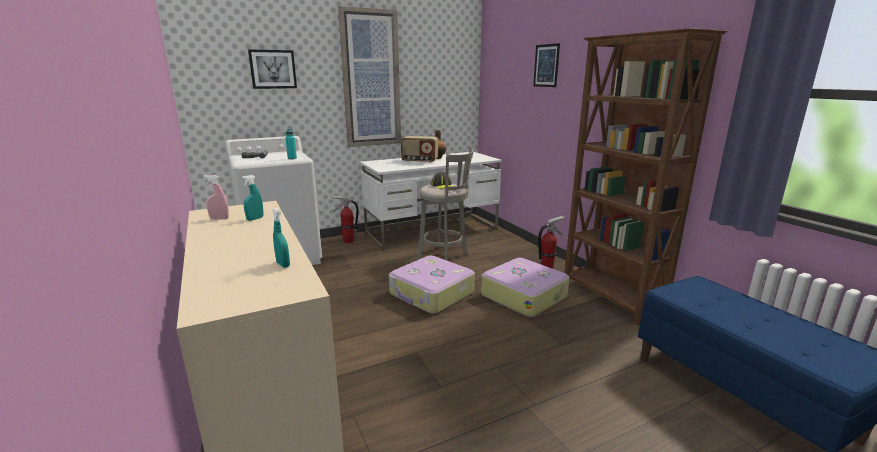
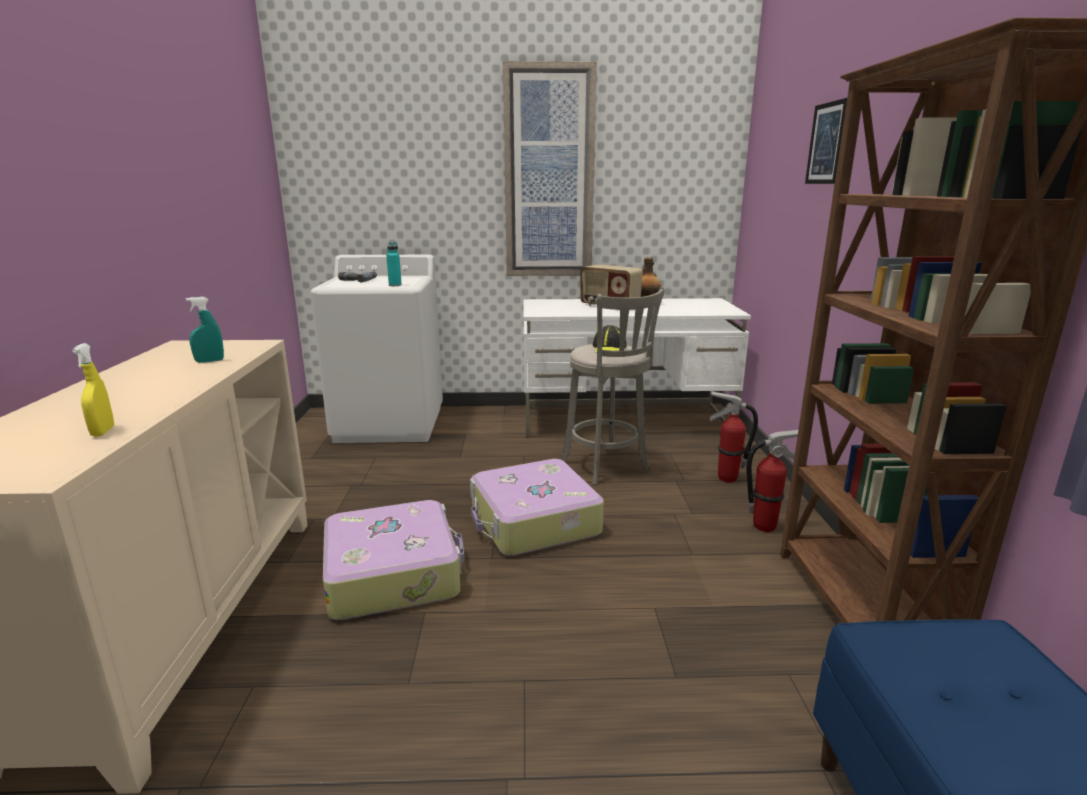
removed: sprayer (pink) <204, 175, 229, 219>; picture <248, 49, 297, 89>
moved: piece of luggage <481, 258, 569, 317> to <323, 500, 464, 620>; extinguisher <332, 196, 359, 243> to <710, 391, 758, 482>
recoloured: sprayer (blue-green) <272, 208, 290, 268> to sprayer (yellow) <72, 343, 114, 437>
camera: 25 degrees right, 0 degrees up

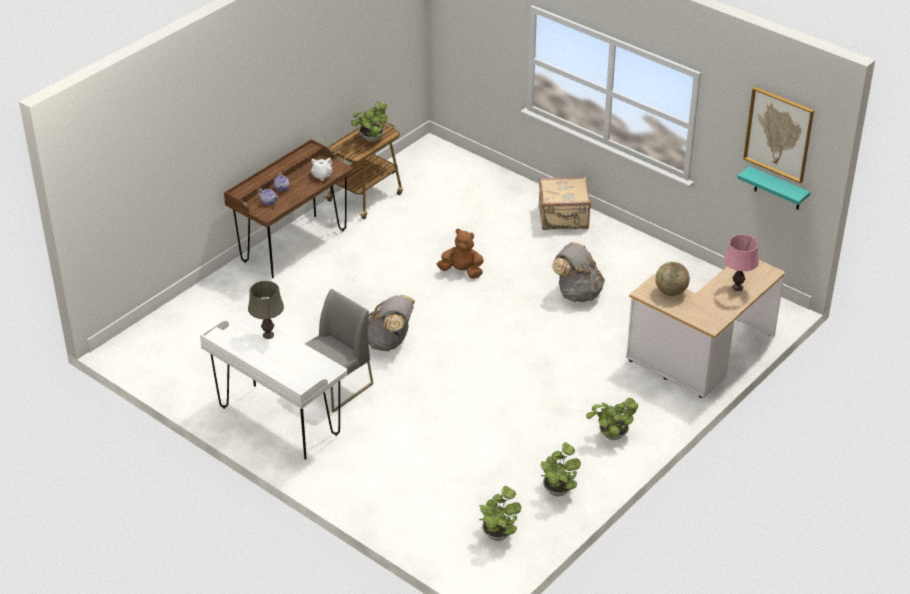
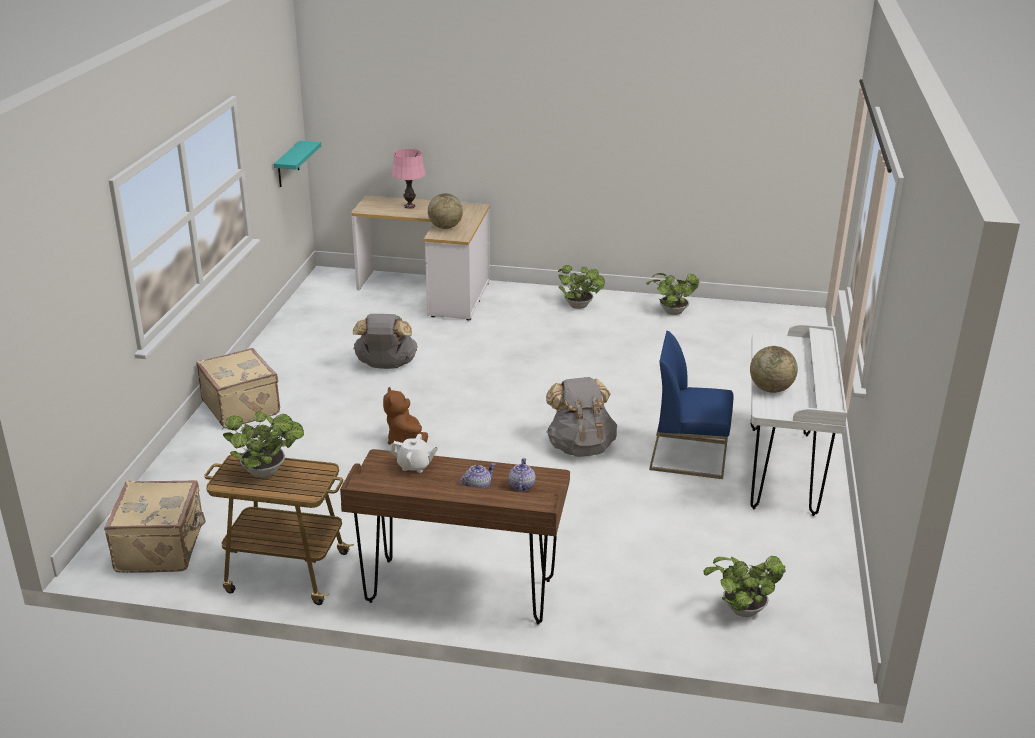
removed: picture <743, 87, 814, 183>
added: piece of luggage (sand-coloured) <104, 480, 206, 573>
moved: potted plant <479, 486, 521, 541> to <704, 556, 786, 617>
replaced: tabletop lamp (gray) <248, 281, 284, 339> to desk globe <750, 346, 798, 393>
recoloured: plain chair (gray) <305, 289, 373, 413> to plain chair (blue-coloured) <649, 331, 733, 479>
camera: 120 degrees left, 10 degrees down

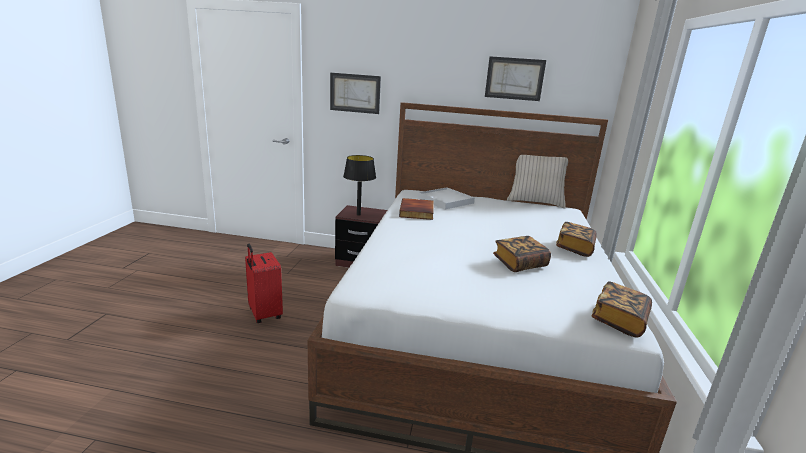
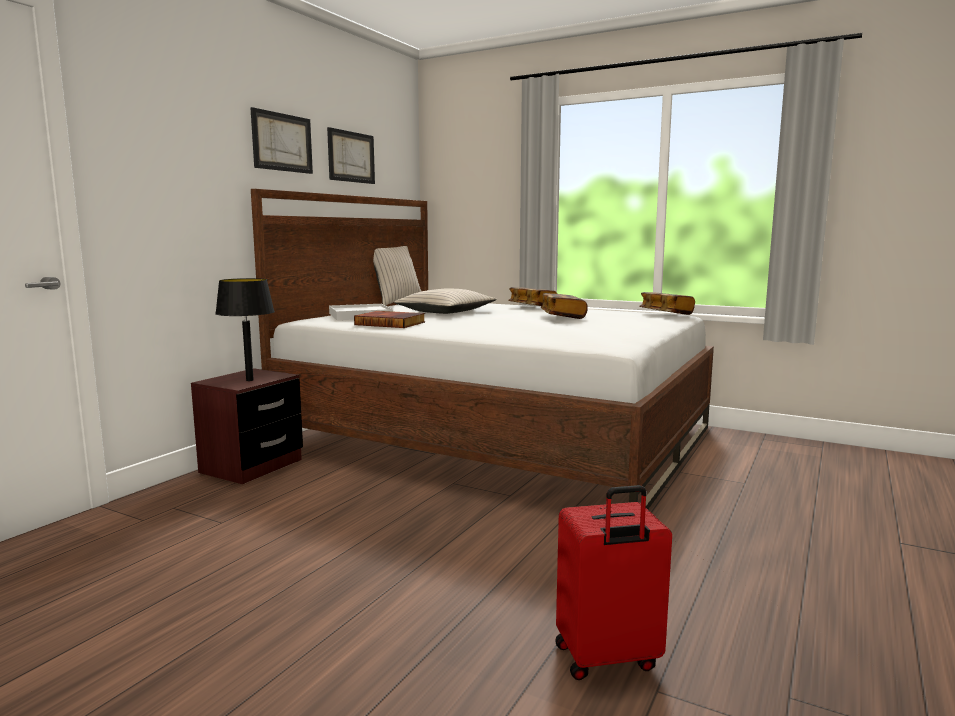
added: throw pillow (sand-coloured) <394, 288, 497, 314>
moved: picture <330, 73, 381, 114> to <250, 107, 313, 174>; piece of luggage (red-coloured) <245, 244, 283, 323> to <555, 485, 672, 680>
camera: 70 degrees left, 10 degrees down

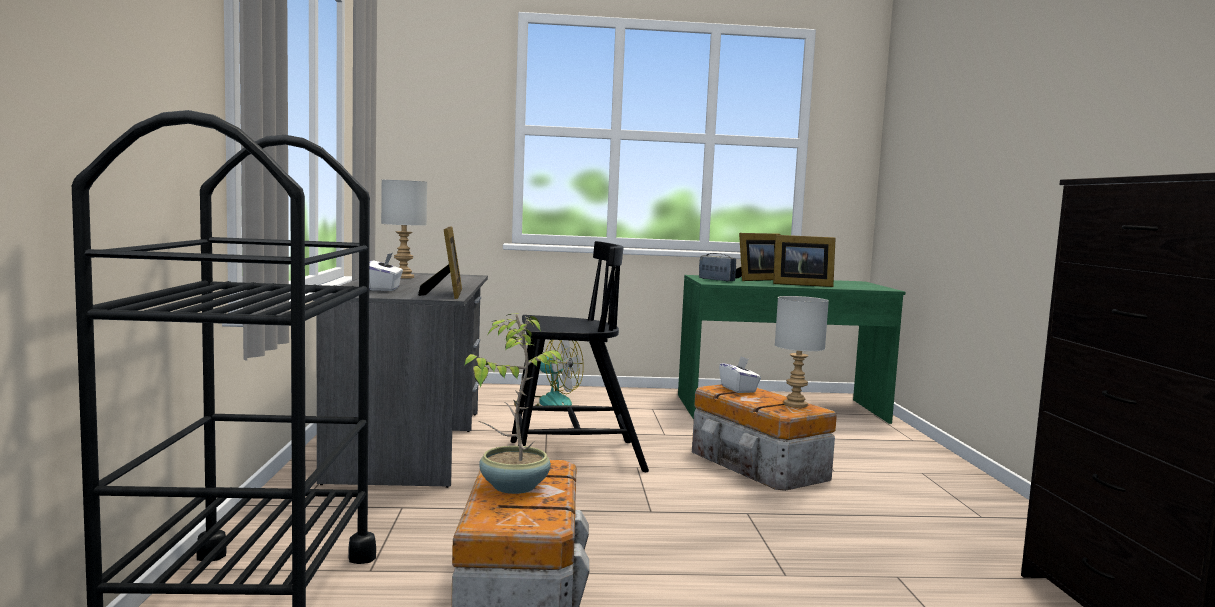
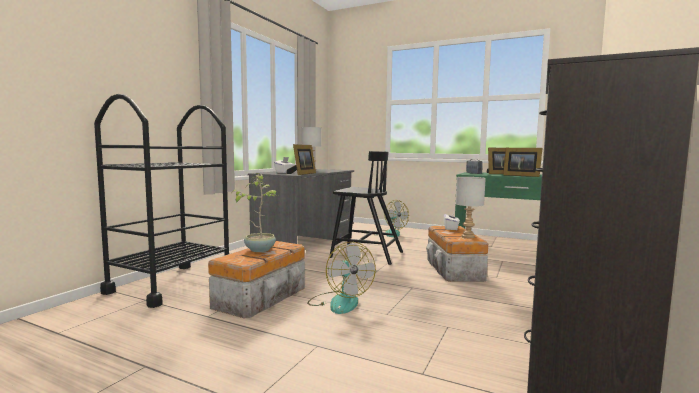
added: electric fan <307, 242, 376, 314>
camera: 30 degrees right, 0 degrees up

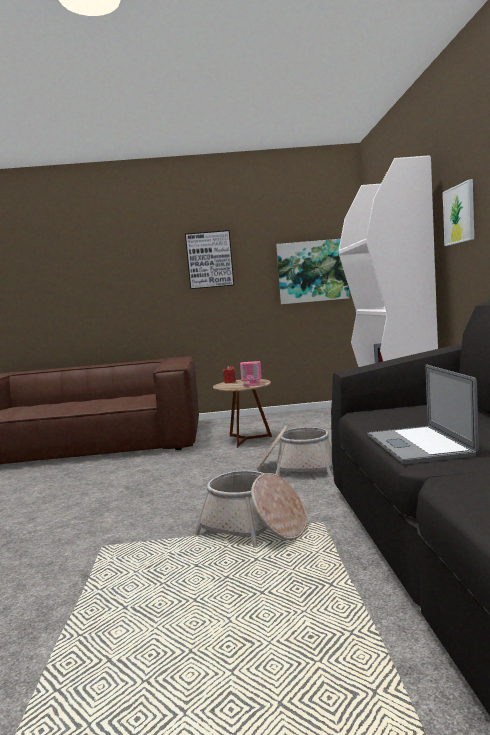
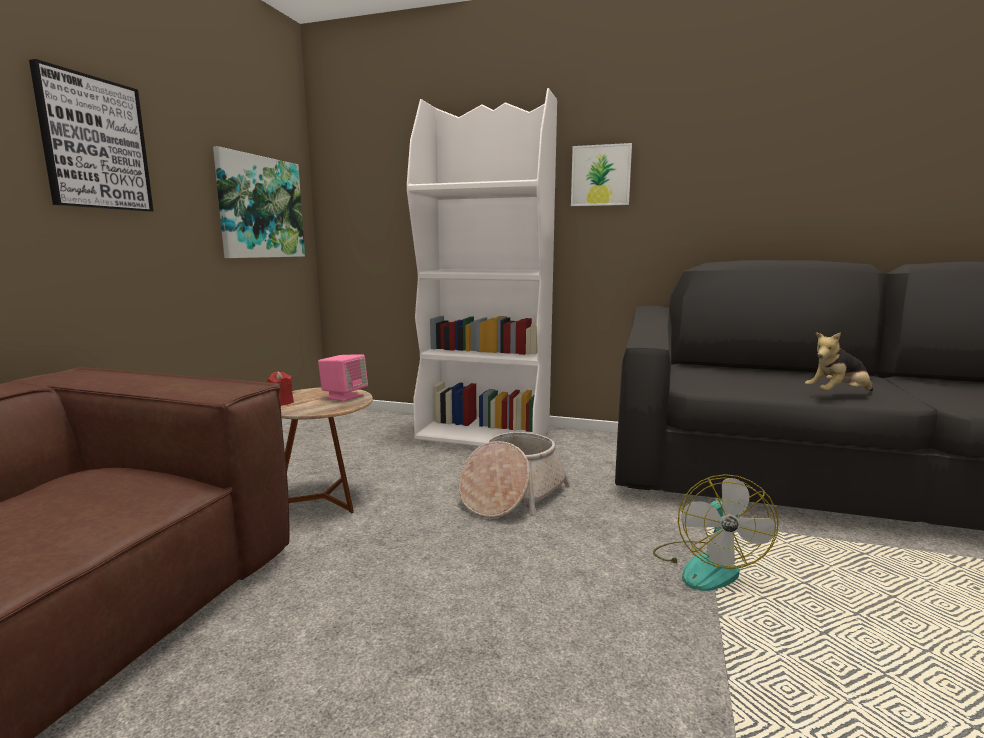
replaced: basket <195, 471, 307, 547> to electric fan <653, 474, 779, 591>; portable computer <367, 365, 479, 464> to plush toy <805, 332, 873, 391>
camera: 70 degrees left, 5 degrees up

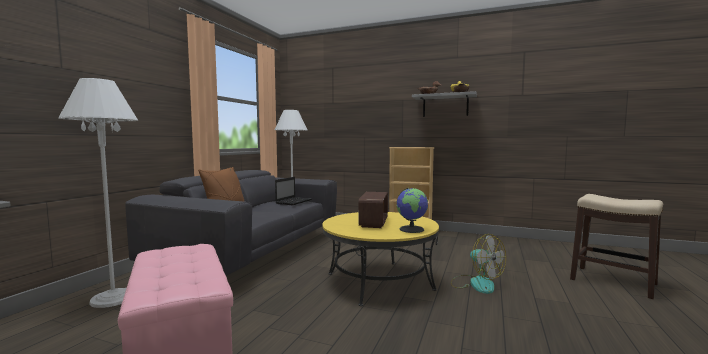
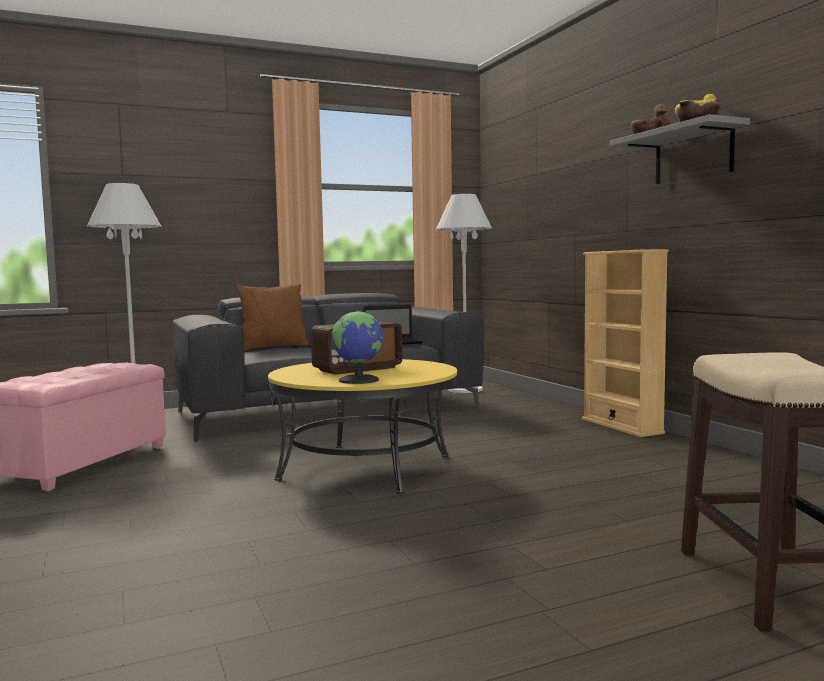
removed: electric fan <451, 234, 506, 294>
camera: 45 degrees right, 0 degrees up

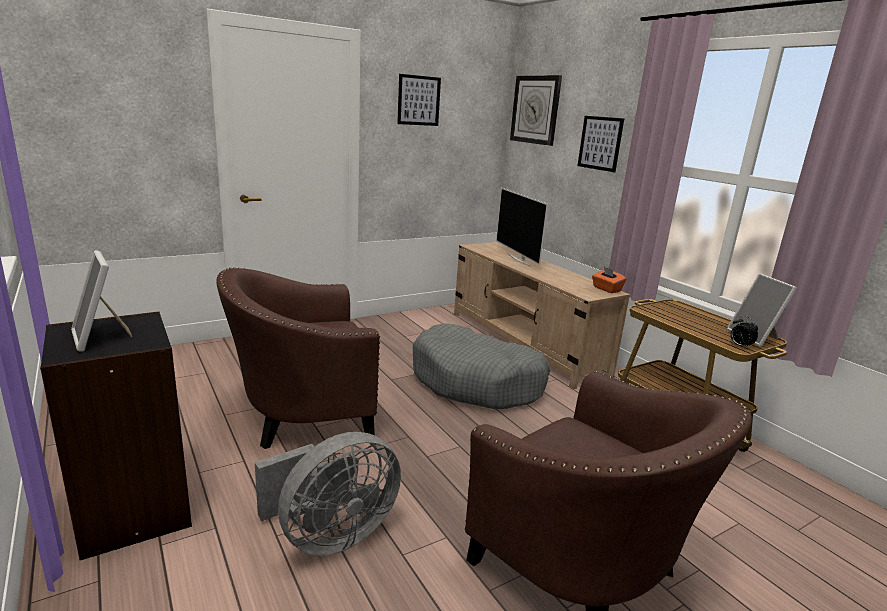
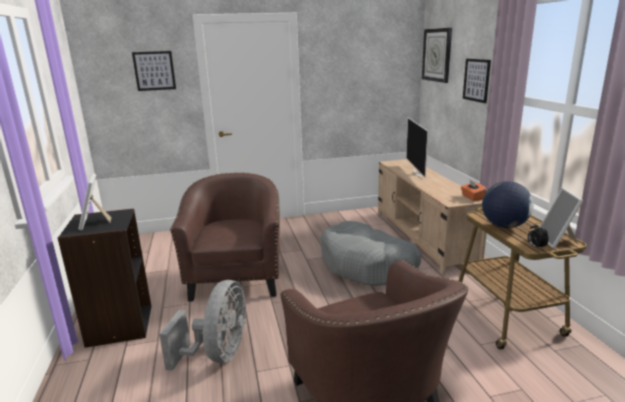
added: desk globe <482, 181, 533, 228>
moved: picture <397, 74, 441, 126> to <132, 51, 176, 91>
turned: electric fan (gray) <255, 432, 401, 556> = <159, 280, 246, 371> 60 degrees counterclockwise; easy chair (brown) <216, 267, 380, 449> = <170, 173, 280, 302> 90 degrees clockwise
camera: 20 degrees right, 0 degrees up

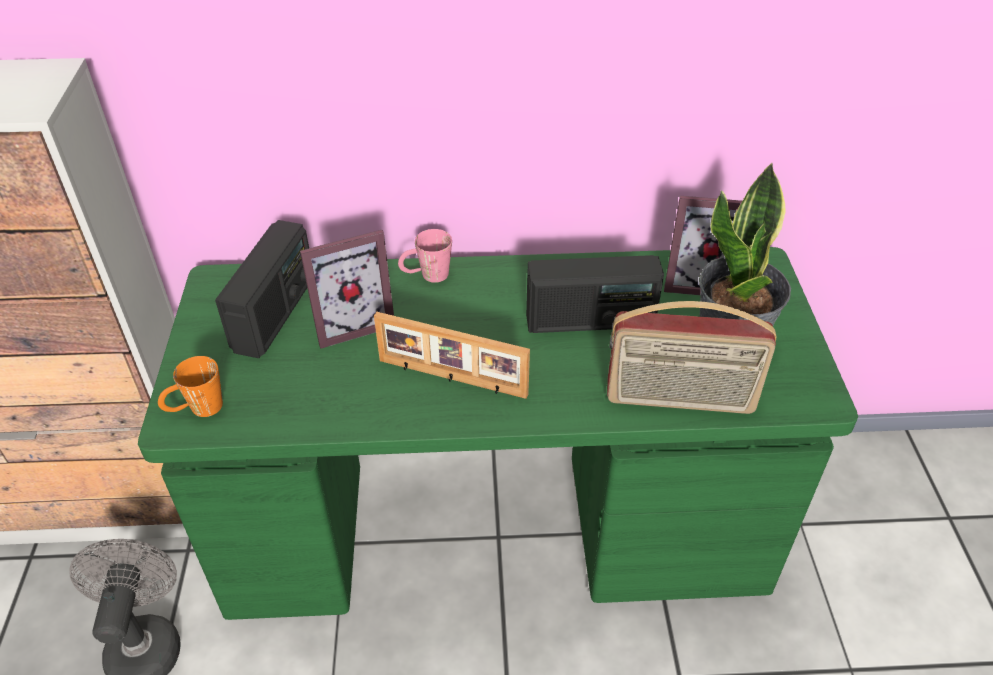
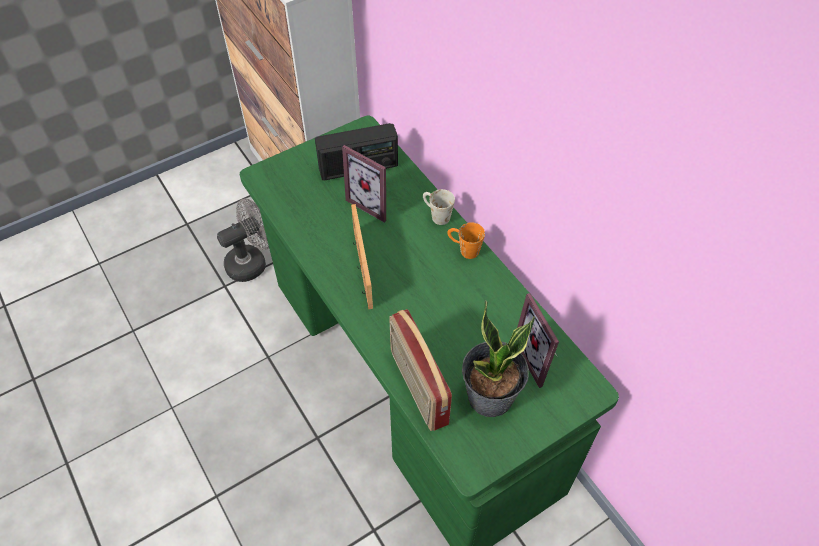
removed: radio receiver <526, 255, 664, 333>
moved: coffee mug (orangey) <158, 356, 223, 417> to <447, 222, 485, 259>
recoloured: coffee mug (pink) <398, 229, 452, 283> to coffee mug (white) <423, 189, 455, 225>
camera: 60 degrees right, 10 degrees up

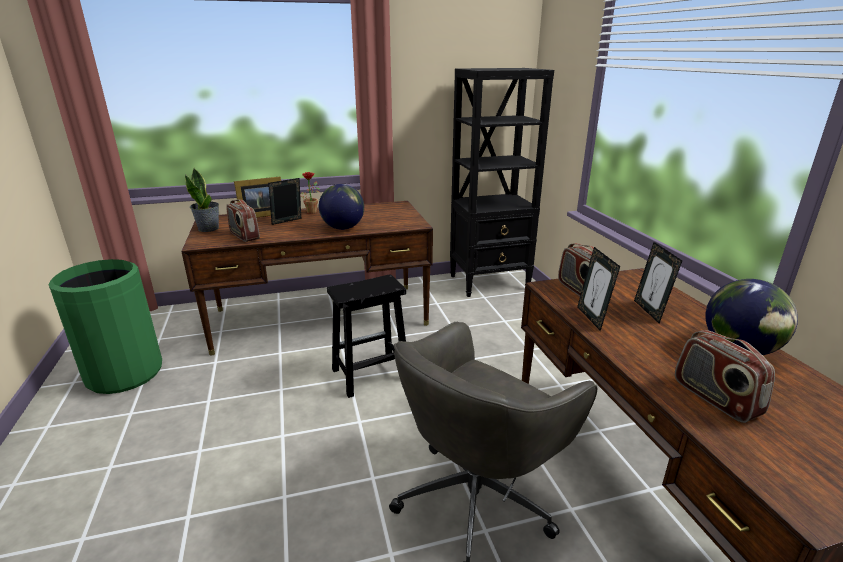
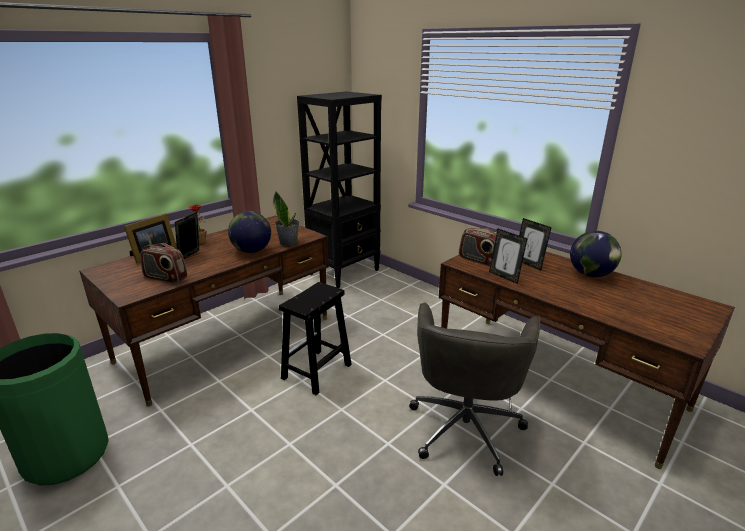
removed: radio receiver <675, 330, 775, 423>
moved: potted plant <185, 168, 219, 232> to <273, 191, 300, 246>
camera: 30 degrees left, 0 degrees up

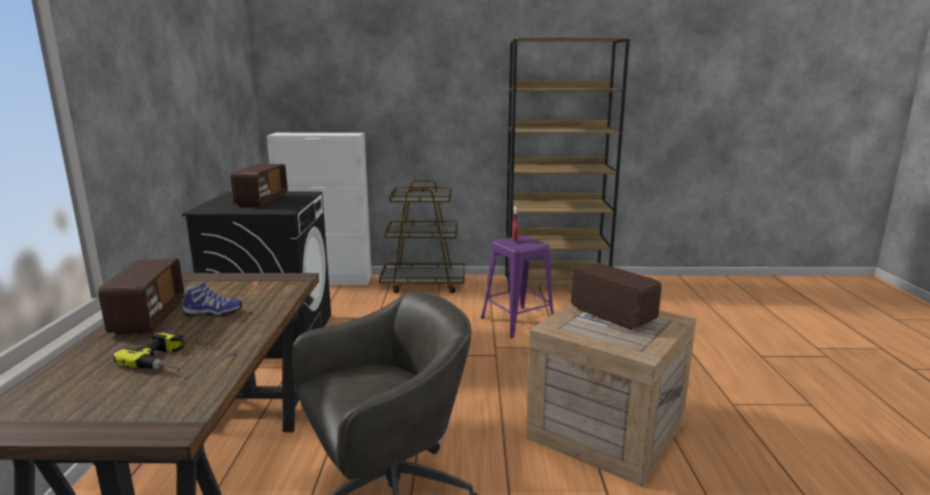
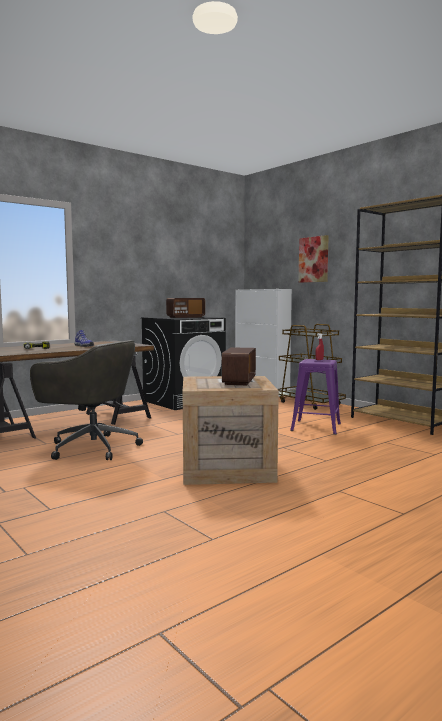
removed: radio receiver <98, 258, 184, 334>
added: picture <298, 235, 329, 283>
camera: 50 degrees right, 10 degrees down

